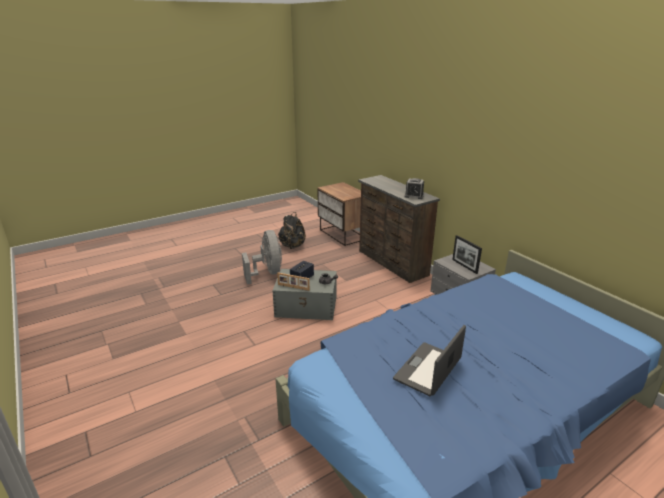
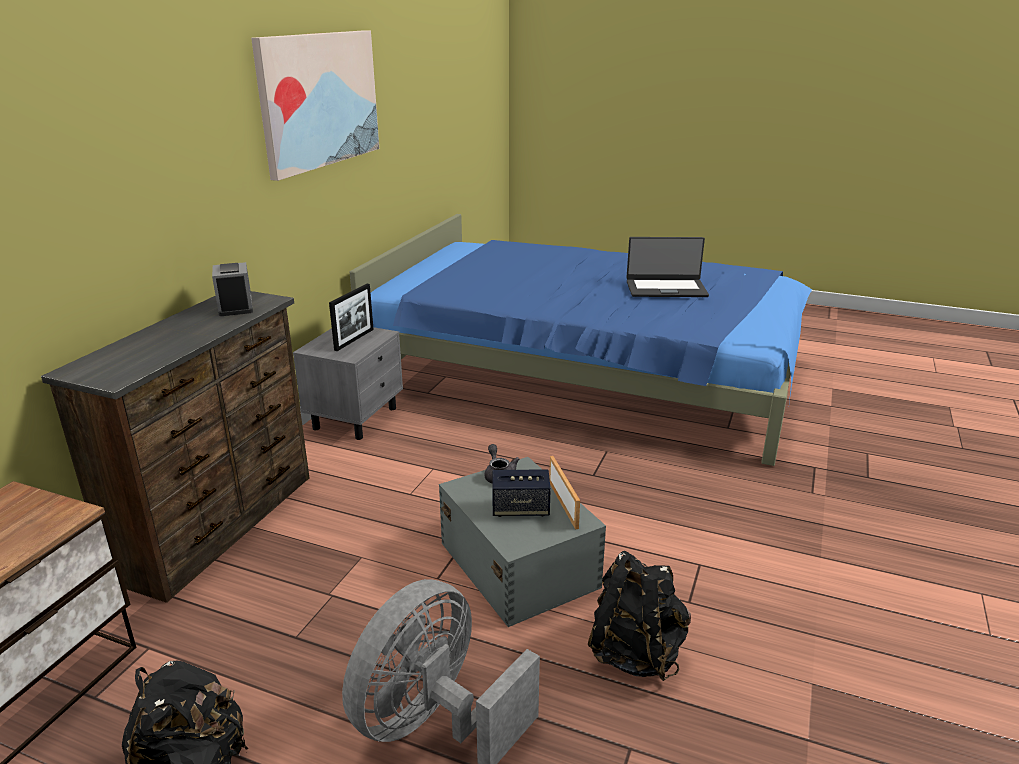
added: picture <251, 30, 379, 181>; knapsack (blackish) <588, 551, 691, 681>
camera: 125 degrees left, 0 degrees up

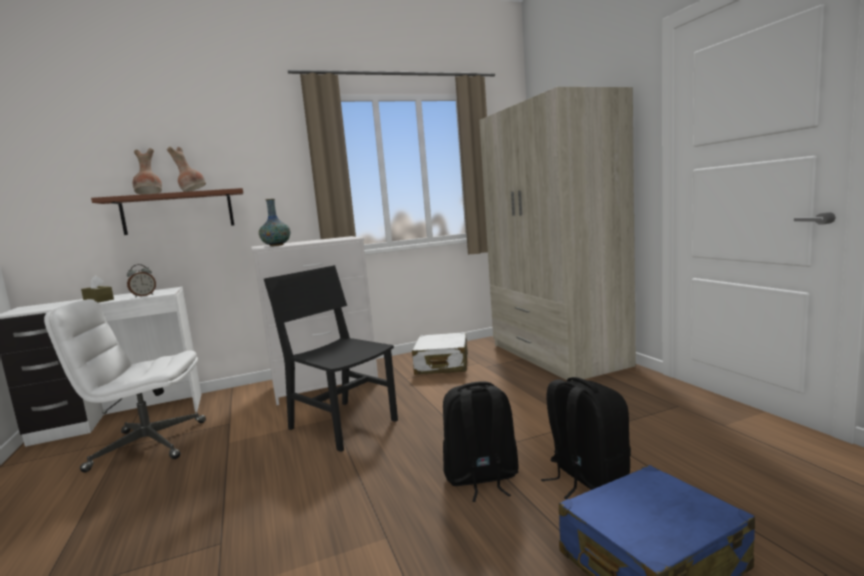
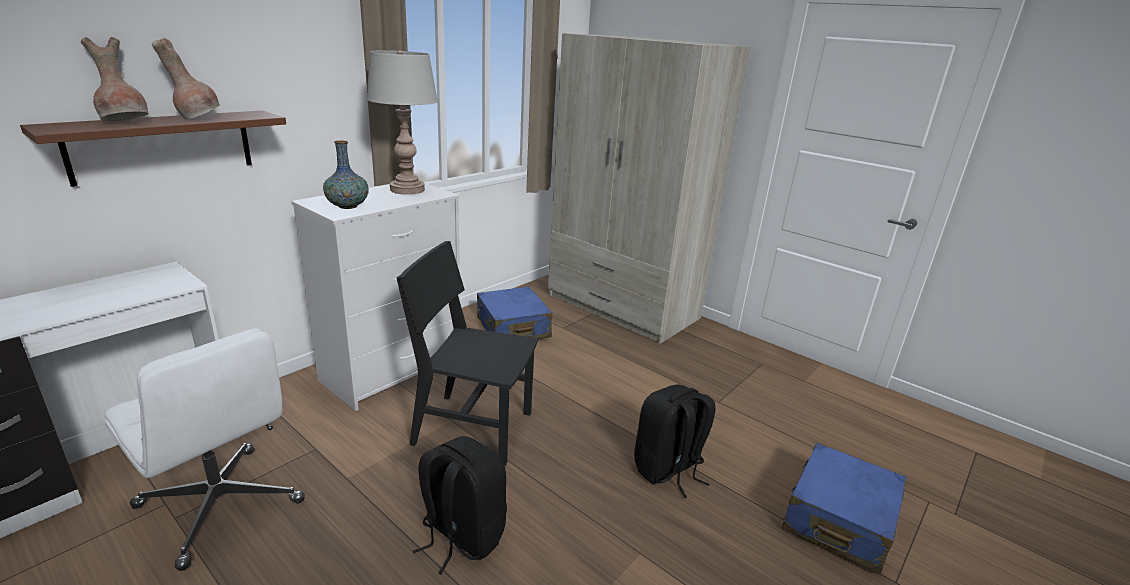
removed: tissue holder (brown) <81, 275, 114, 303>; bedside clock <127, 264, 156, 298>
added: tabletop lamp (gray) <366, 50, 438, 195>
moved: knapsack (blackish) <541, 377, 631, 499> to <413, 436, 507, 575>
recoloured: piece of luggage (white) <412, 332, 468, 375> to piece of luggage (blue-coloured) <477, 286, 553, 340>
turned: desk chair (white) <44, 299, 206, 473> = <104, 328, 305, 571> 105 degrees counterclockwise
camera: 30 degrees left, 15 degrees up

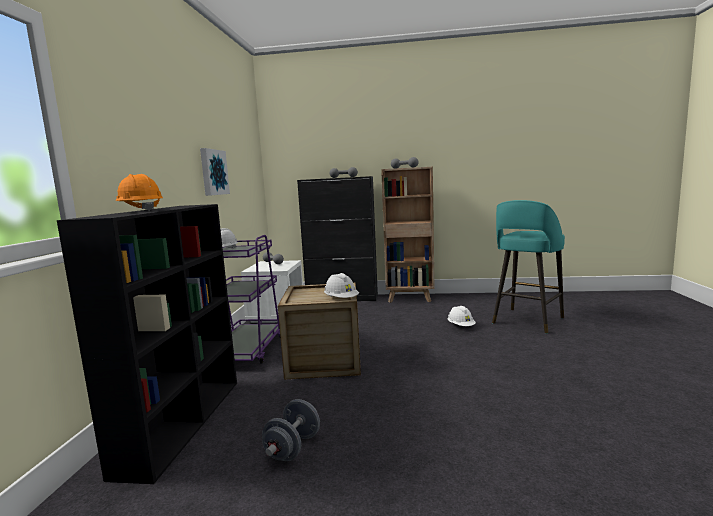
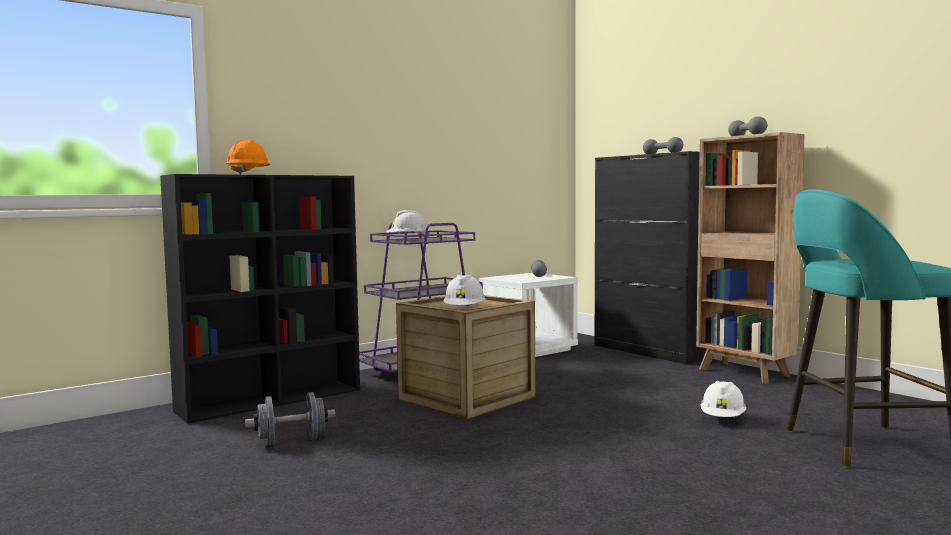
removed: picture <200, 148, 230, 196>
camera: 45 degrees right, 5 degrees down

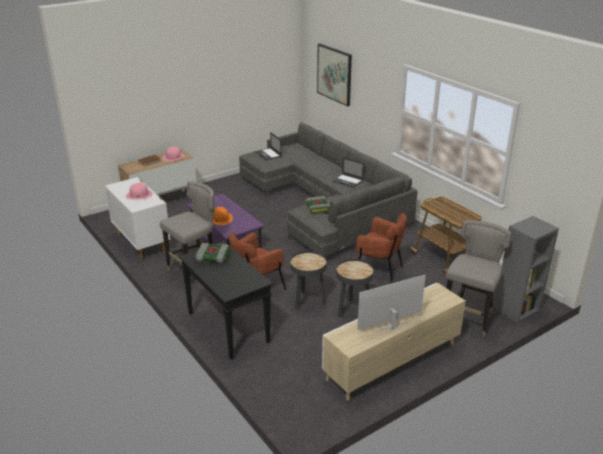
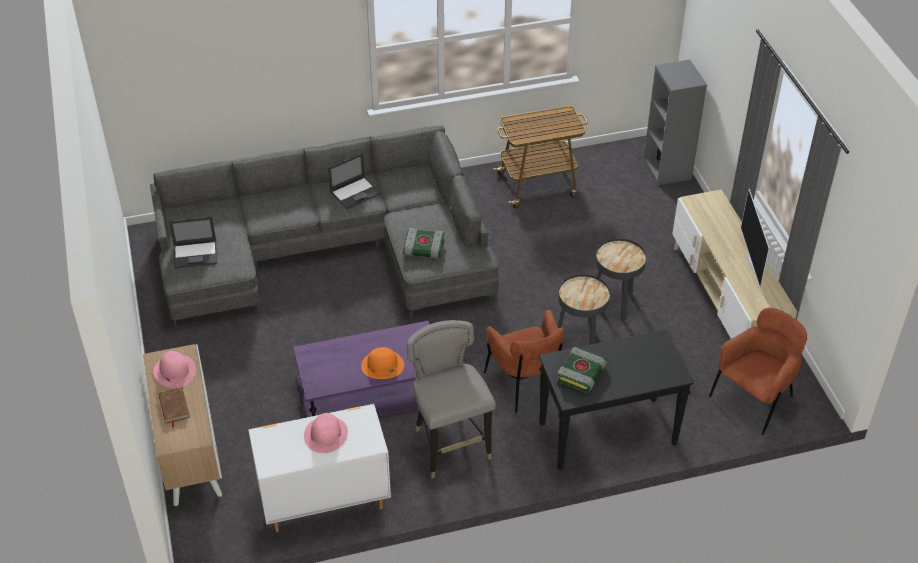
removed: picture <317, 44, 352, 106>; sitting stool (gray) <446, 220, 511, 337>
moved: easy chair (brown) <356, 213, 407, 283> to <709, 308, 807, 435>
camera: 70 degrees left, 15 degrees up

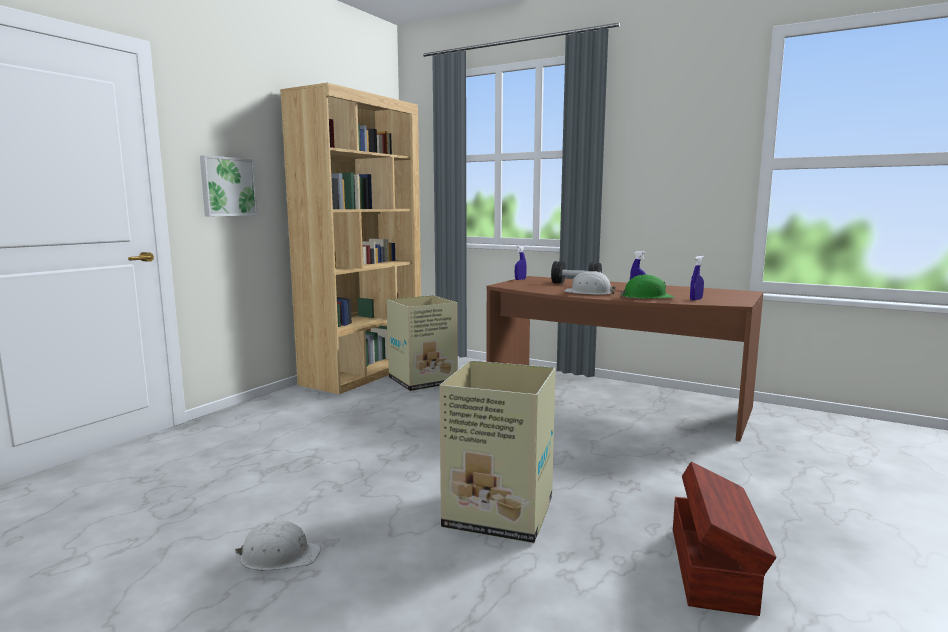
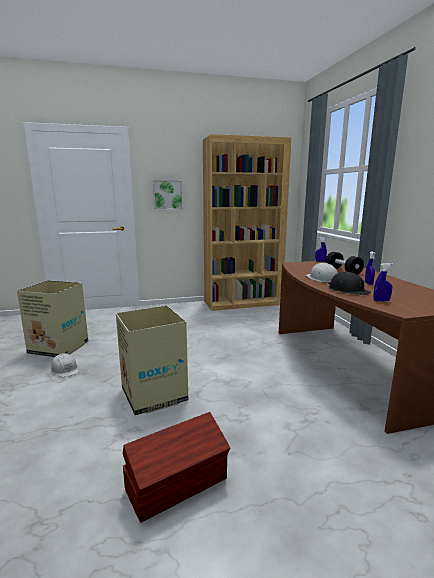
moved: cardboard box <387, 295, 458, 391> to <17, 280, 88, 357>
recoloured: work helmet (green) <621, 275, 674, 299> to work helmet (blackish) <327, 272, 371, 295>
camera: 45 degrees right, 5 degrees up

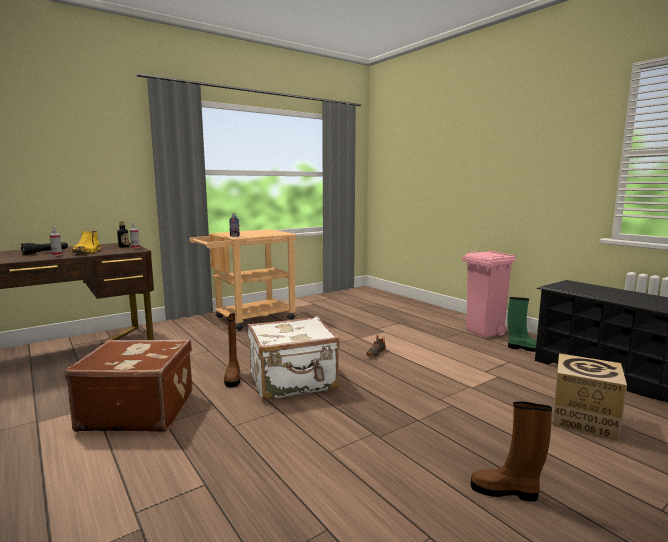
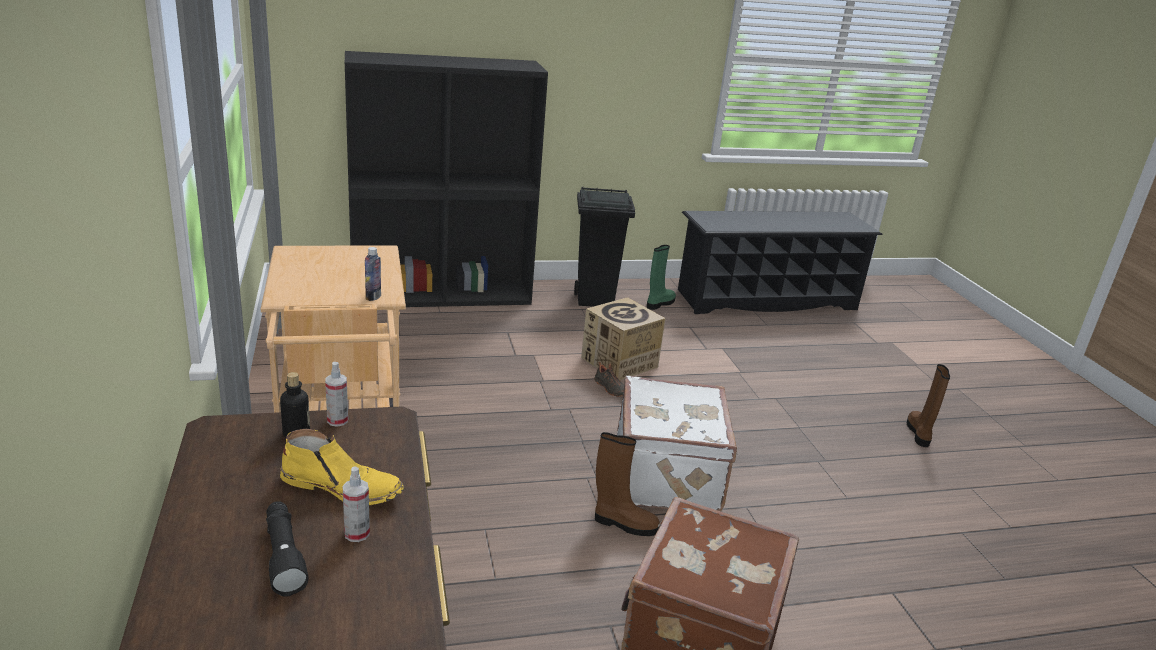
added: bookshelf (blackish) <345, 51, 548, 307>
moved: cardboard box <553, 353, 627, 441> to <581, 297, 666, 380>
recoloured: rubbish bin (pink) <462, 250, 516, 338> to rubbish bin (blackish) <574, 187, 635, 307>
turned: boot (brown) <471, 401, 552, 502> = <907, 364, 950, 447> 150 degrees clockwise
camera: 70 degrees left, 15 degrees up

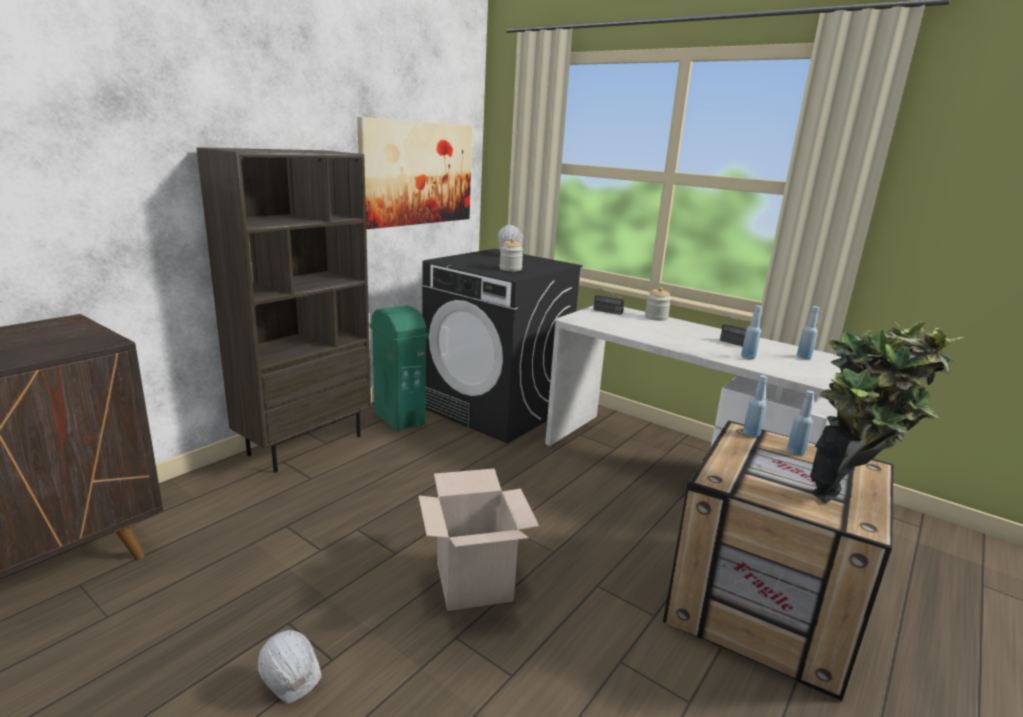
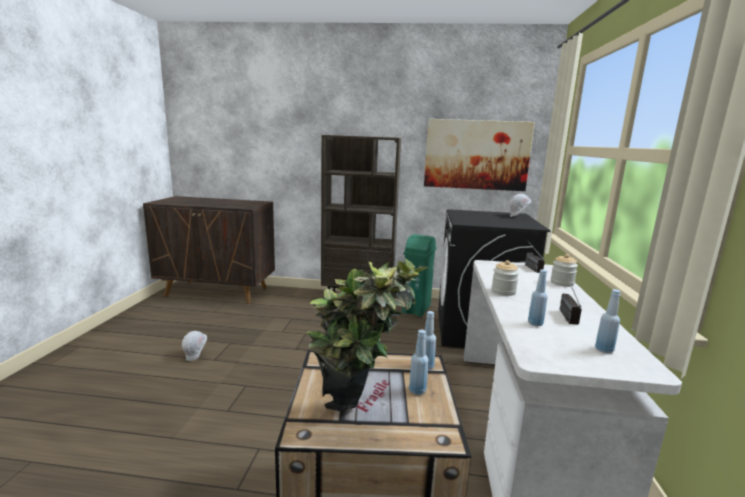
removed: cardboard box <418, 468, 539, 611>
moved: jar <500, 238, 523, 271> to <491, 260, 519, 296>
camera: 60 degrees right, 5 degrees down

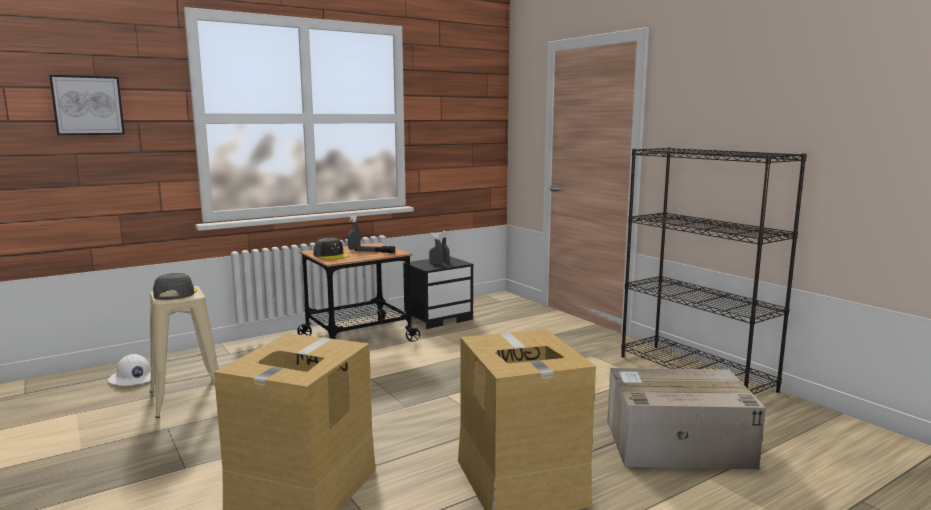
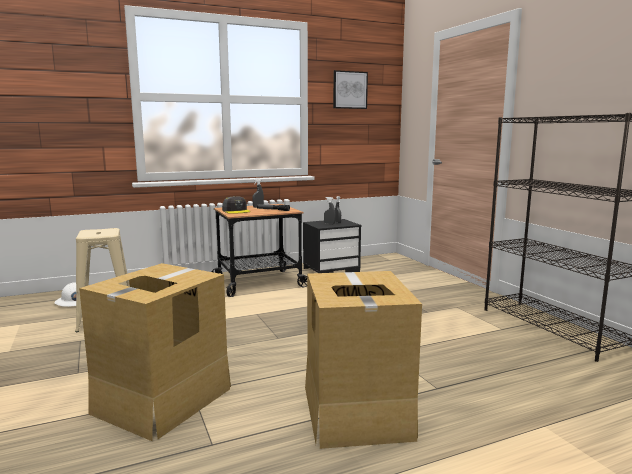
removed: cap (gray) <153, 273, 197, 300>; cardboard box <607, 368, 766, 470>
moved: picture <49, 75, 125, 135> to <333, 70, 368, 109>
camera: 10 degrees right, 0 degrees up

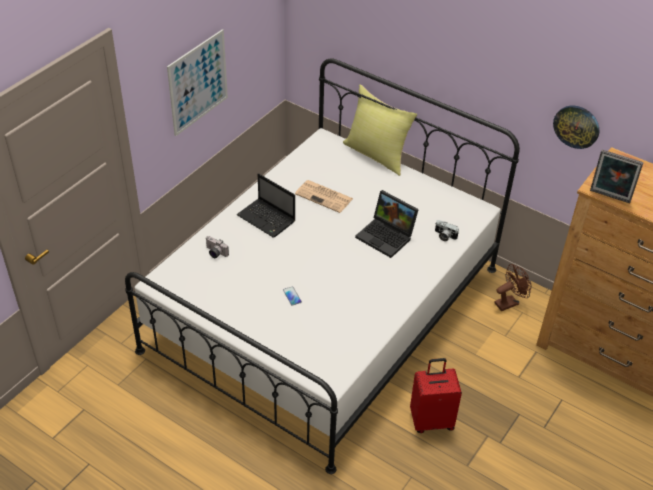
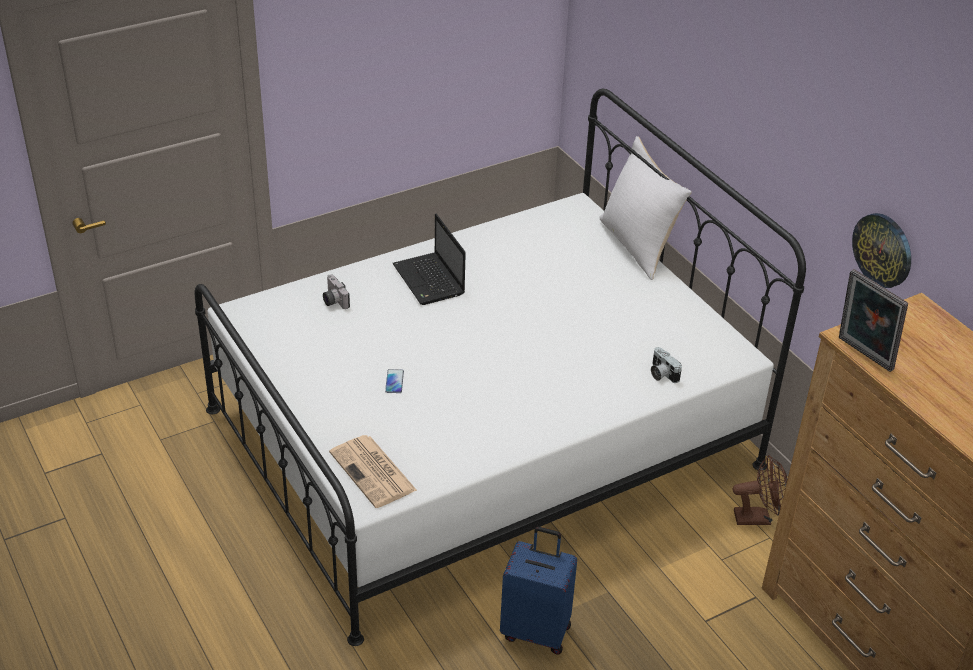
removed: picture <167, 29, 228, 136>; portable computer <355, 190, 419, 258>
moved: printed paper <295, 180, 353, 213> to <329, 435, 417, 508>
recoloured: piece of luggage (red-coloured) <410, 358, 462, 433> to piece of luggage (blue-coloured) <500, 527, 577, 655>; throw pillow (yellow) <343, 85, 417, 176> to throw pillow (white) <599, 136, 692, 280>
camera: 25 degrees right, 5 degrees down

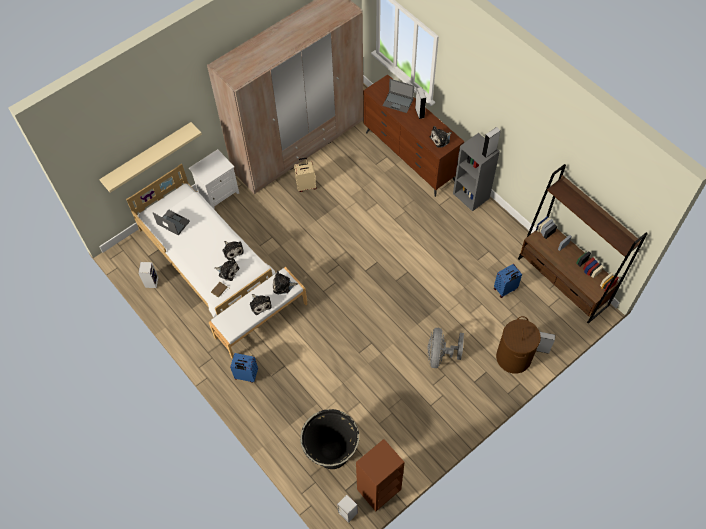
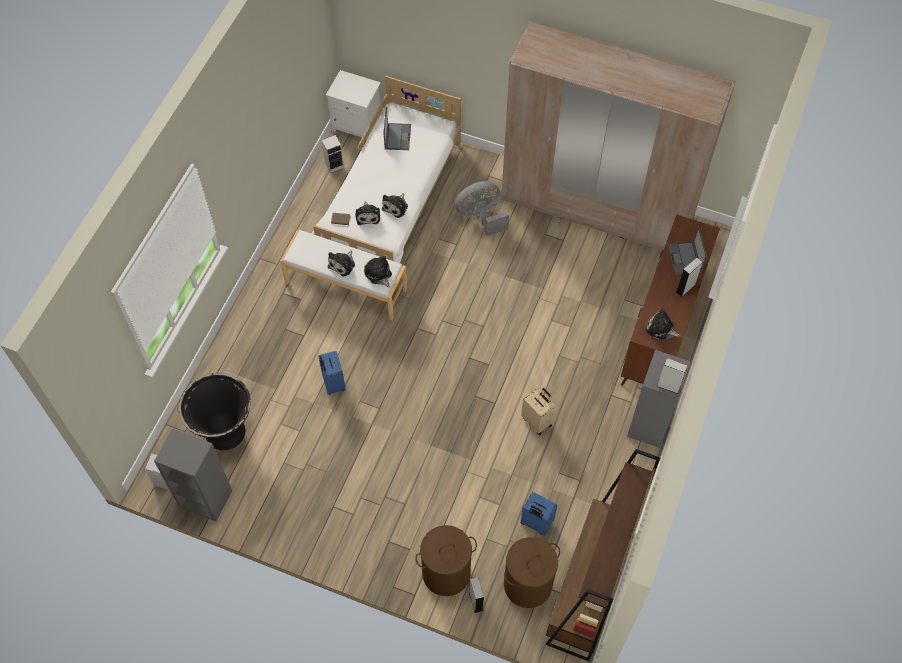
removed: bracket shelf (sand-coloured) <99, 122, 202, 193>
added: laundry basket (brown) <504, 537, 560, 608>
moved: piece of luggage (blue-coloured) <230, 353, 258, 383> to <318, 351, 346, 395>; bedside table (white) <189, 149, 239, 209> to <326, 70, 381, 140>; electric fan (gray) <427, 328, 464, 368> to <455, 181, 509, 236>; piece of luggage (sand-coloured) <294, 158, 317, 192> to <521, 388, 555, 435>
recoloured: bookshelf (brown) <356, 439, 405, 511> to bookshelf (gray) <154, 428, 232, 521>
camera: 60 degrees right, 0 degrees up

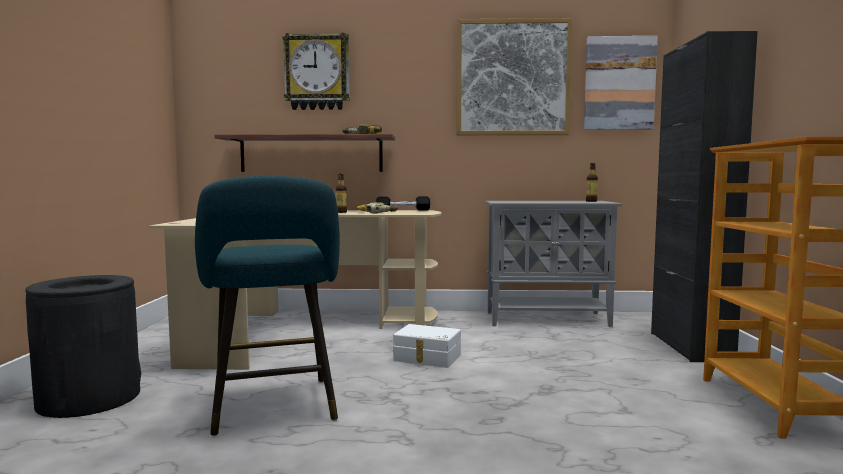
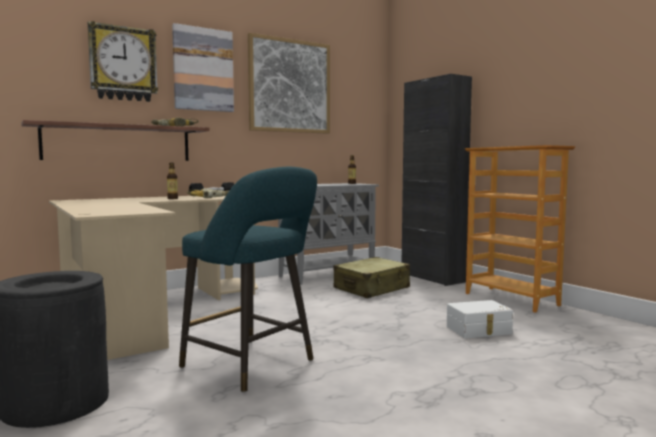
added: piece of luggage (sand-coloured) <334, 257, 410, 298>
moved: picture <584, 36, 658, 130> to <172, 23, 234, 112>; storage container (white) <393, 324, 461, 368> to <447, 300, 513, 339>
camera: 35 degrees left, 0 degrees up

